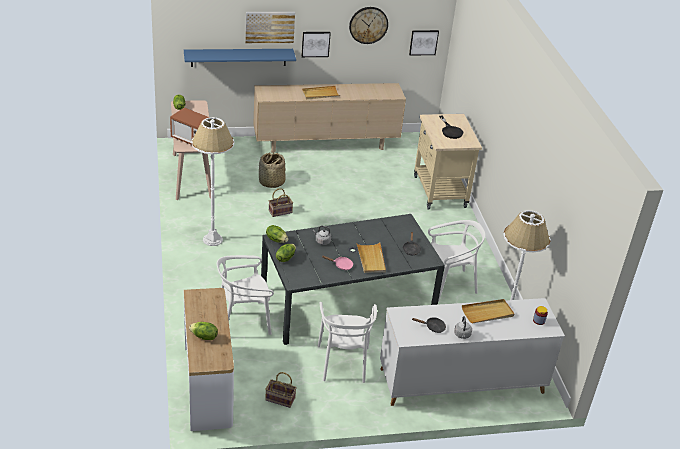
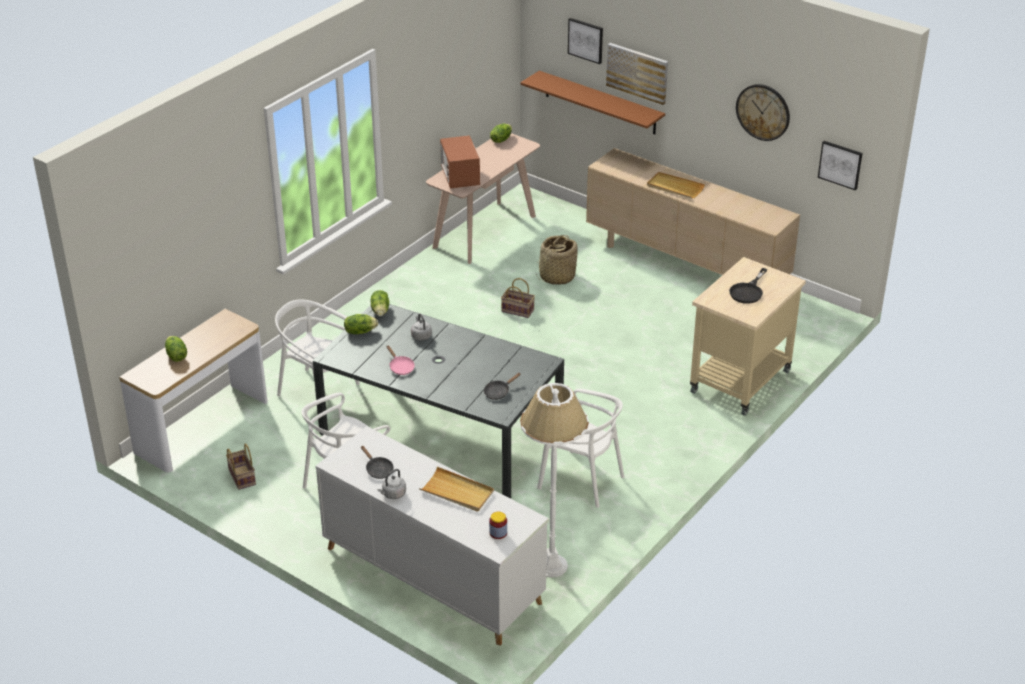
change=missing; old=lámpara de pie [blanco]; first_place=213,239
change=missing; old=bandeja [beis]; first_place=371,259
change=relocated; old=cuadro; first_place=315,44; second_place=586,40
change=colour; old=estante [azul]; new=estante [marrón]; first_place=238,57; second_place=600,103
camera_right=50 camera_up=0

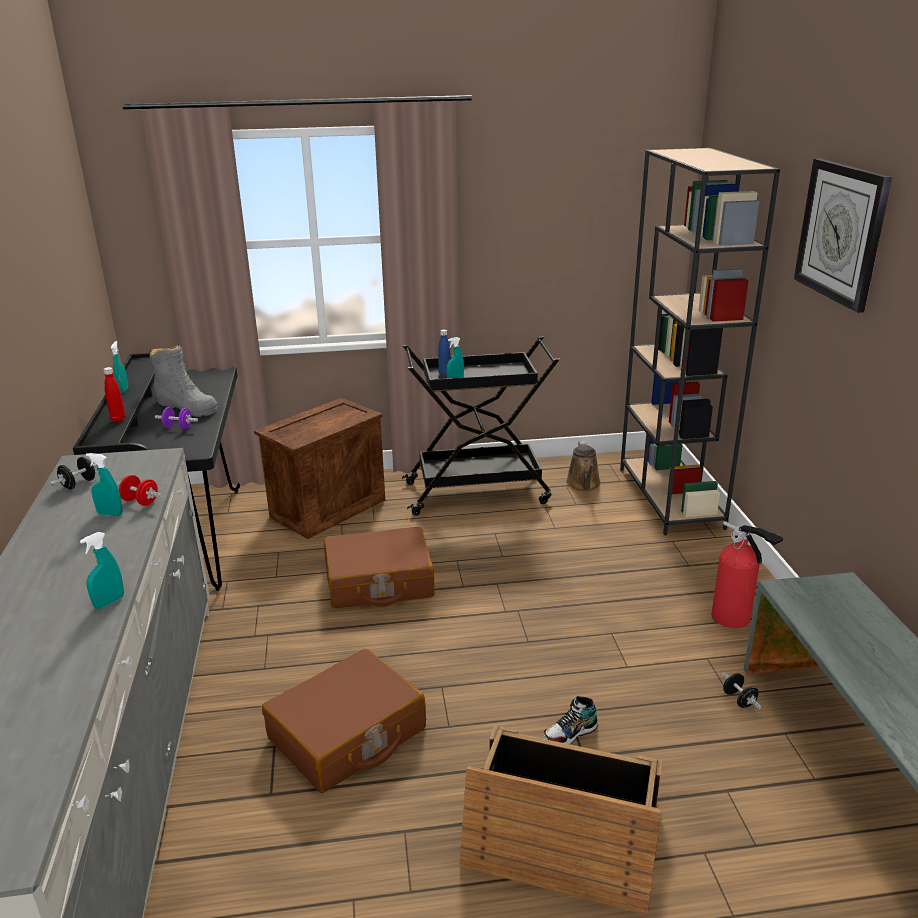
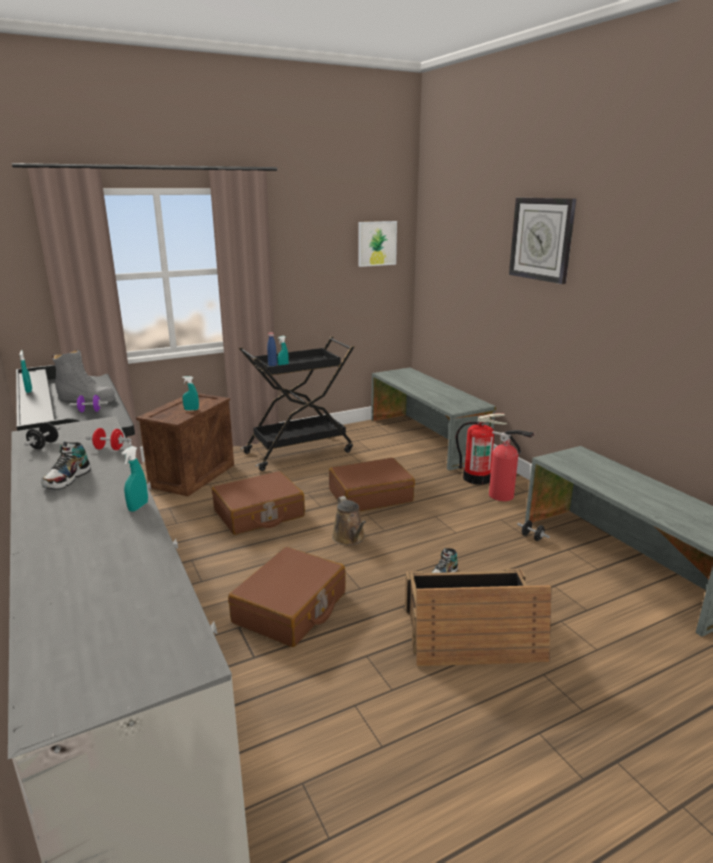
change=missing; old=botella [rojo]; first_place=118,419
change=appeared; new=zapato; second_place=67,479
change=appeared; new=maleta [marrón]; second_place=370,495
change=appeared; new=cuadro; second_place=377,243
change=appeared; new=extintor; second_place=477,478
change=relocated; old=pulverizador [turquesa]; first_place=110,514; second_place=191,409
change=relocated; old=regadera [marrón]; first_place=584,484; second_place=350,538
change=exchanged; old=estantería; new=banco [gris]; first_place=671,498; second_place=428,438
camera_right=-20 camera_up=-5

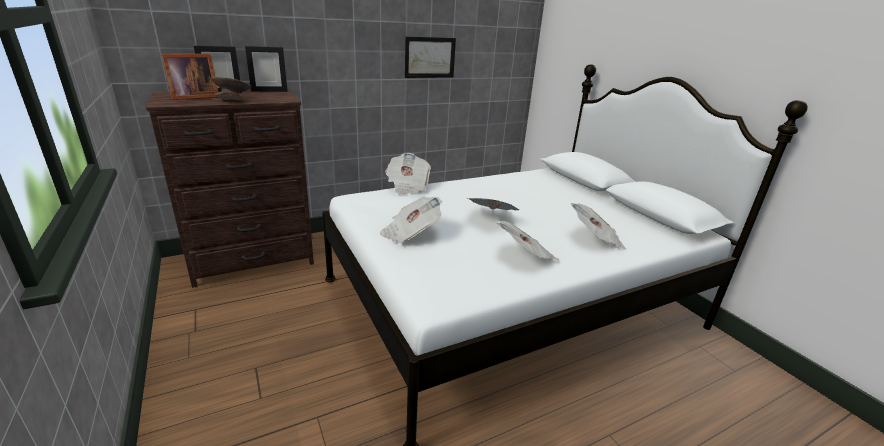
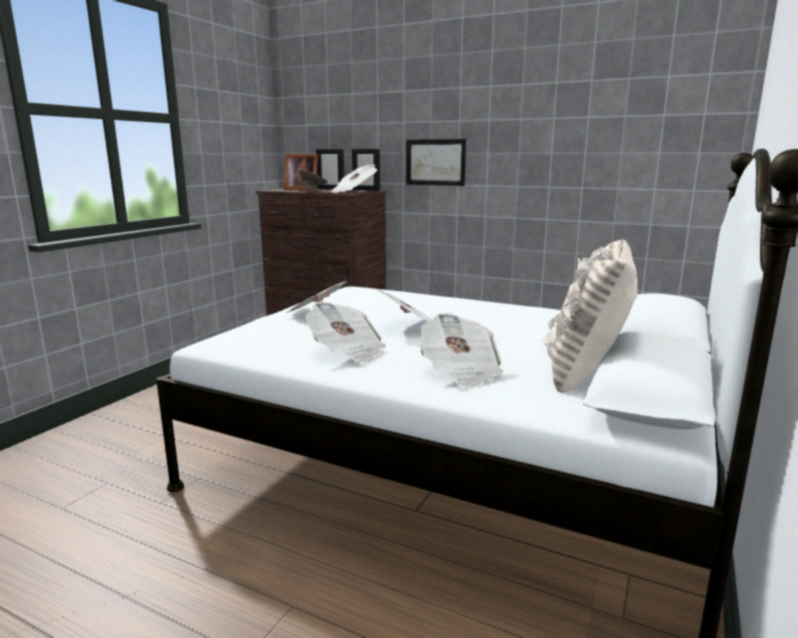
change=appeared; new=cojín [beis]; second_place=583,370
change=relocated; old=periódico; first_place=407,185; second_place=353,191
change=relocated; old=cuadro; first_place=430,57; second_place=435,162
camera_right=55 camera_up=-10

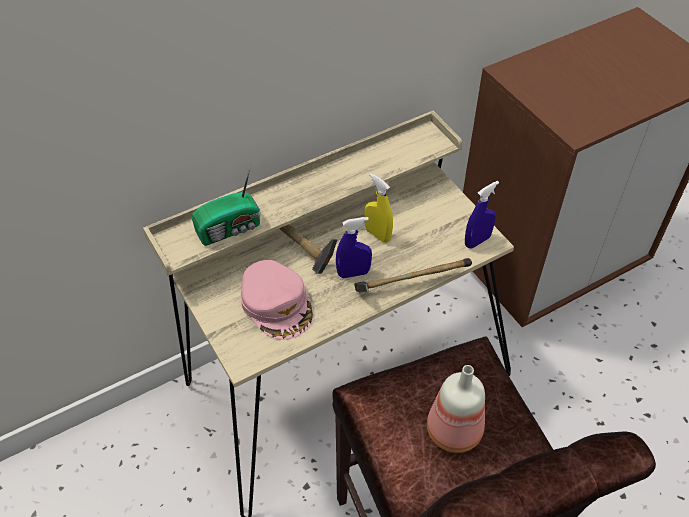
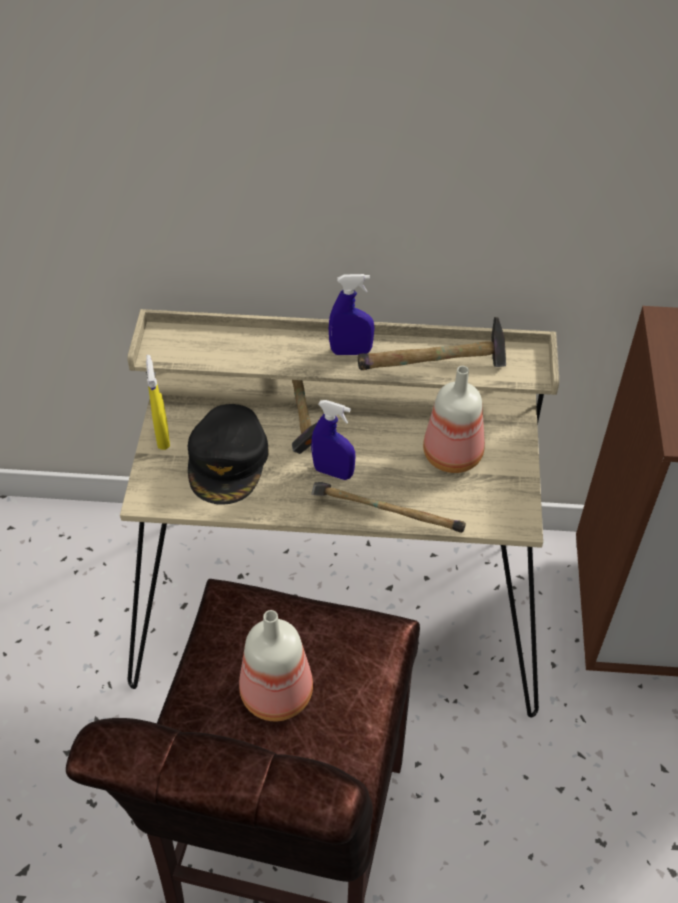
change=missing; old=radio; first_place=230,229
change=appeared; new=martillo; second_place=435,366
change=appeared; new=botella; second_place=453,453
change=relocated; old=pulverizador [amarillo]; first_place=377,234; second_place=163,436
change=relocated; old=pulverizador [azul]; first_place=477,241; second_place=351,351
change=colour; old=gorra [rosa]; new=gorra [negro]; first_place=277,304; second_place=228,461
camera_right=35 camera_up=0

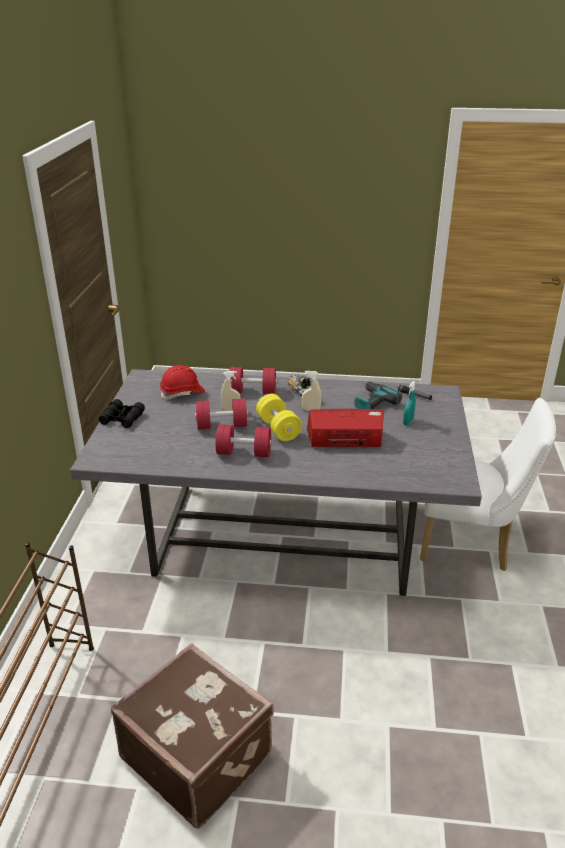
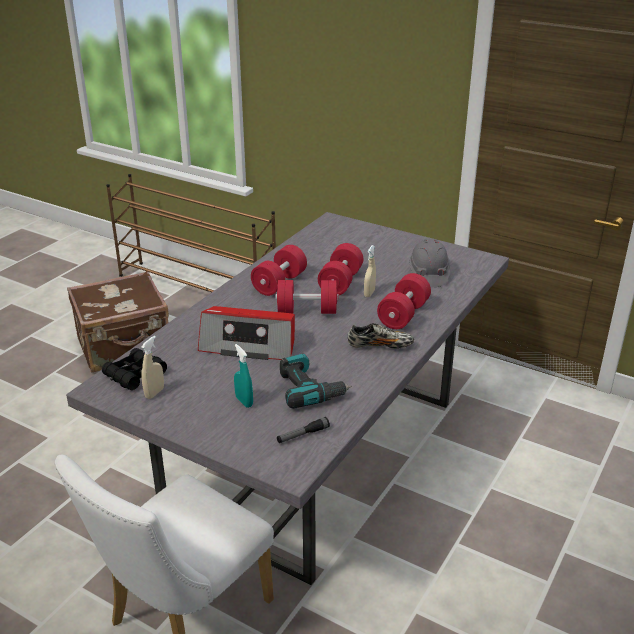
change=relocated; old=prismáticos [negro]; first_place=122,418; second_place=135,375
change=relocated; old=pulverizador [beis]; first_place=311,410; second_place=154,393
change=colour; old=casco [rojo]; new=casco [gris]; first_place=182,393; second_place=428,274
change=colour; old=mancuerna [amarillo]; new=mancuerna [rojo]; first_place=278,429; second_place=307,311
change=spun; old=radio; first_place=345,439; second_place=249,344; degrees=75
camera_right=115 camera_up=0

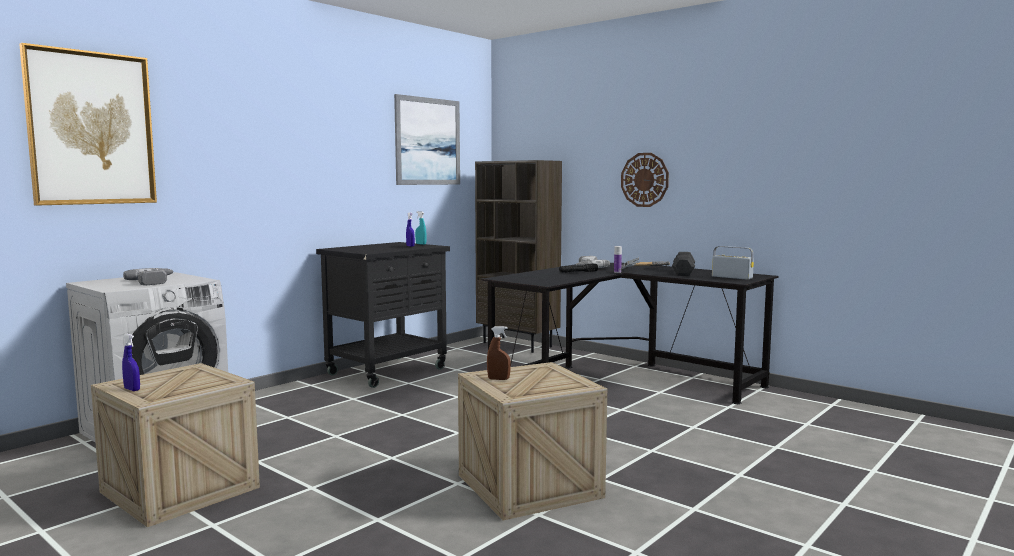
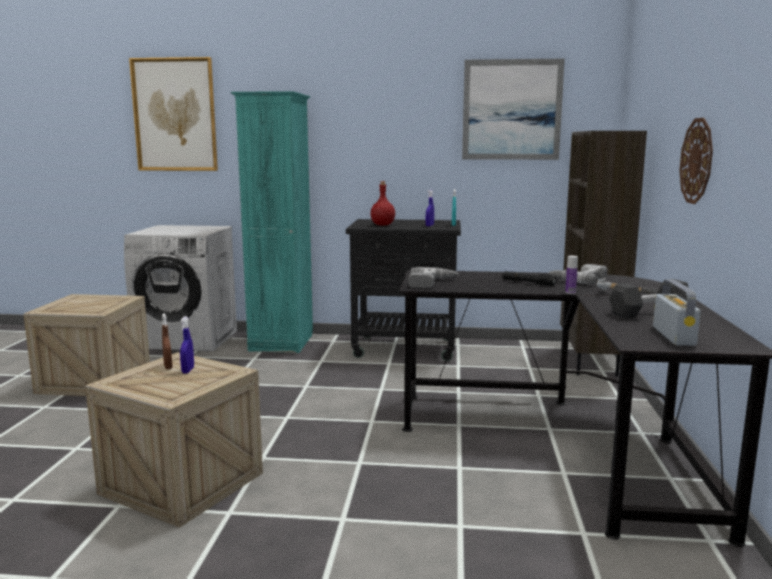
change=appeared; new=armario [turquesa]; second_place=282,342
change=appeared; new=botella [rojo]; second_place=383,225
change=relocated; old=pulverizador [azul]; first_place=132,389; second_place=188,370
change=relocated; old=taladro; first_place=155,281; second_place=432,283
camera_right=55 camera_up=5

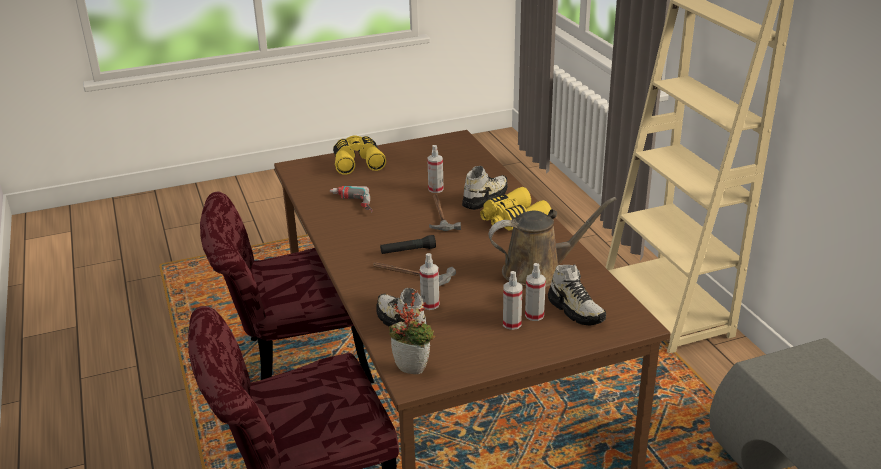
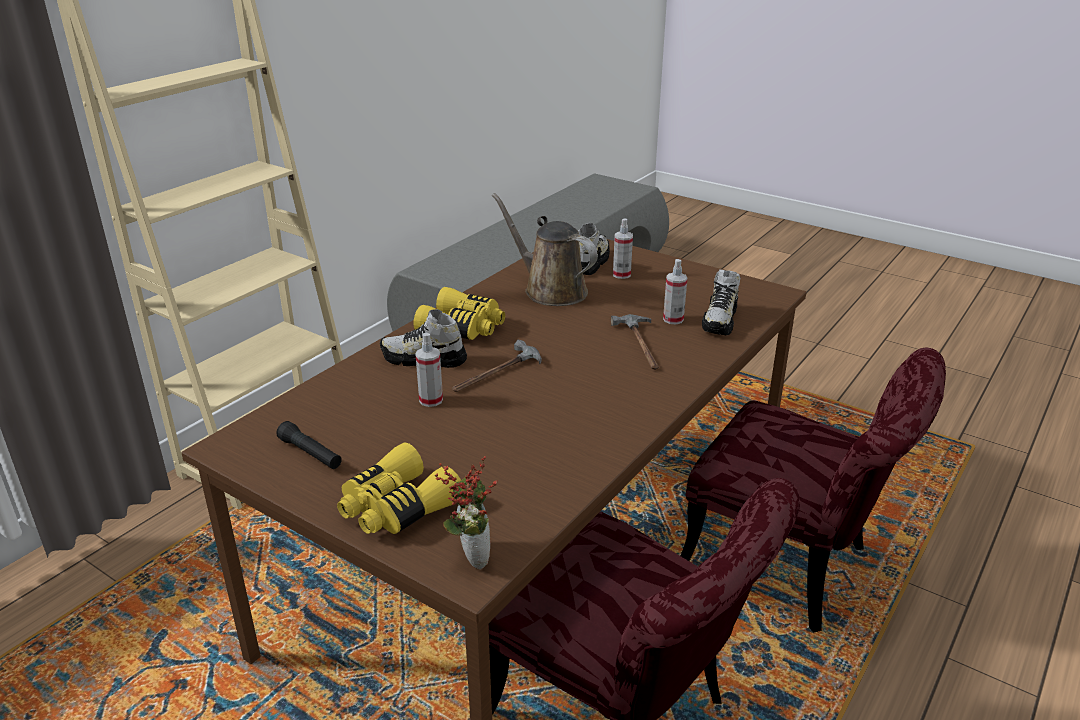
change=missing; old=taladro; first_place=351,204
change=missing; old=pulverizador; first_place=512,324
change=relocated; old=linterna [negro]; first_place=408,251; second_place=310,454
change=relocated; old=planta en maceta; first_place=414,367; second_place=470,555
camera_right=-125 camera_up=0

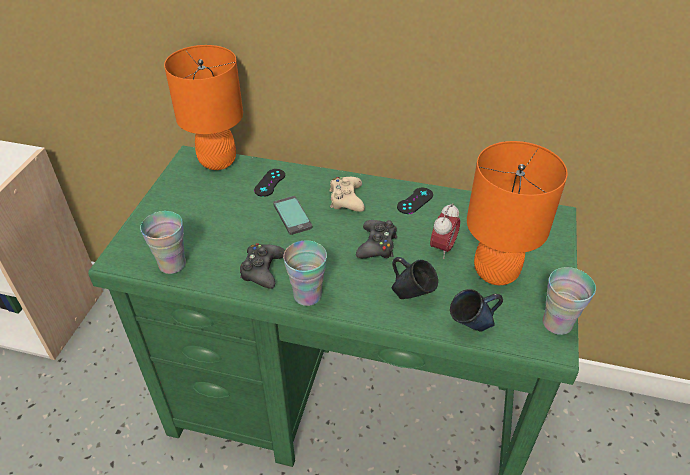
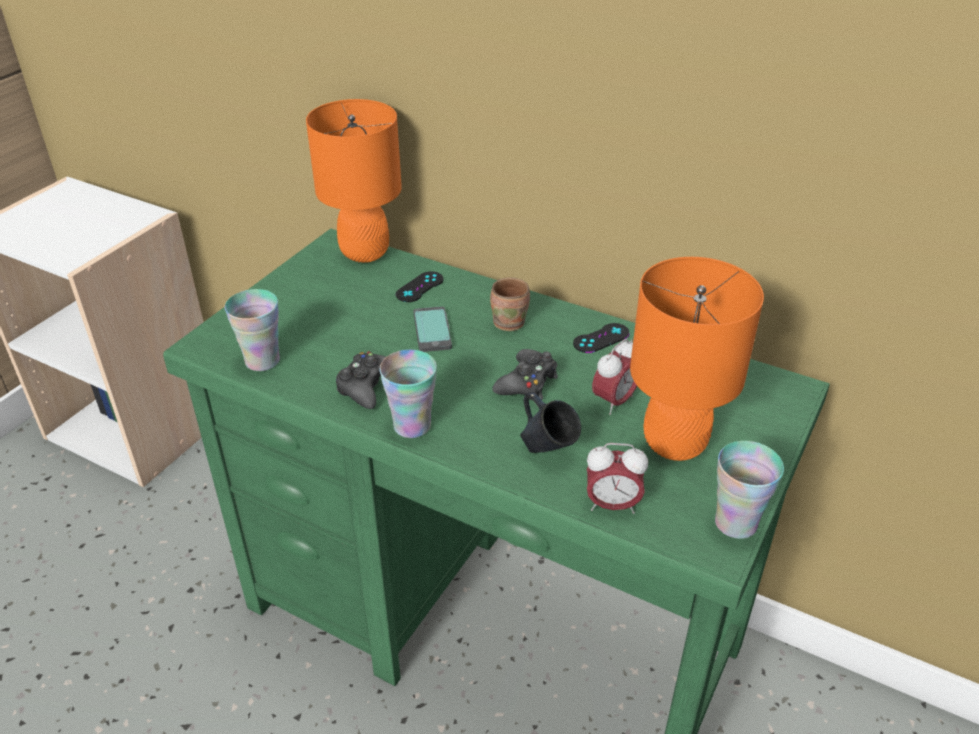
change=exchanged; old=mando de consola [beis]; new=taza grande [marrón]; first_place=346,199; second_place=510,322
change=exchanged; old=taza grande [azul]; new=despertador; first_place=471,327; second_place=612,505
camera_right=15 camera_up=-5

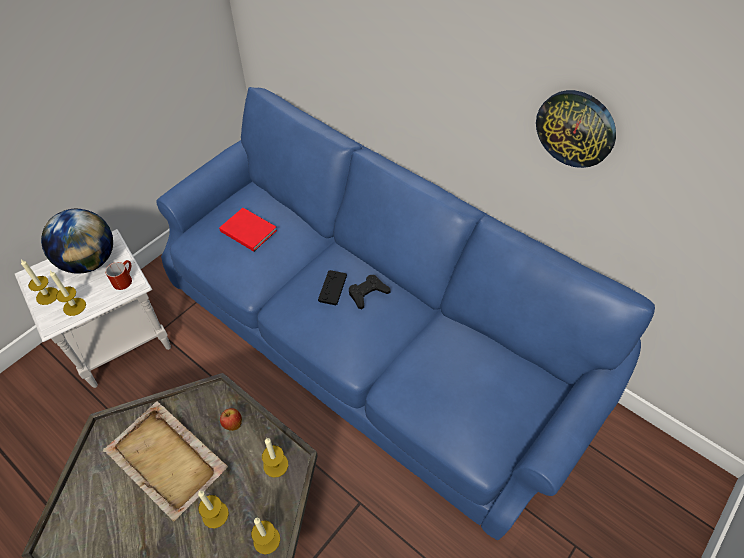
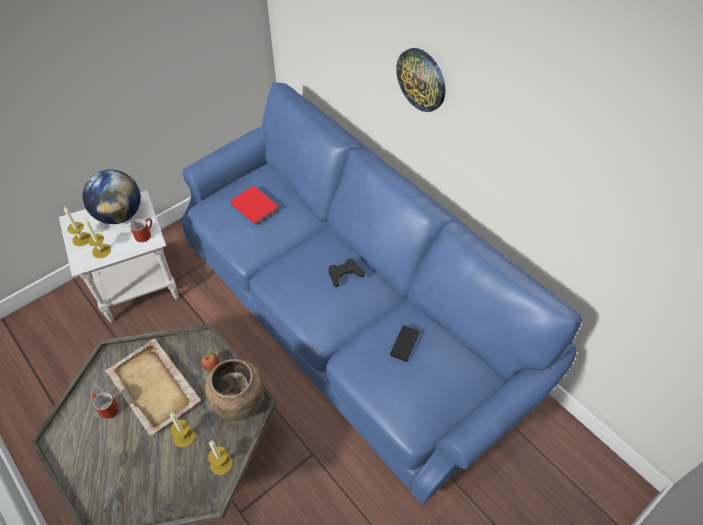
change=appeared; new=taza grande [rojo]; second_place=106,408
change=relocated; old=mando de consola [negro]; first_place=332,288; second_place=404,343
change=relocated; old=reloj de pared; first_place=576,128; second_place=422,79
change=exchanged; old=vela; new=florero [marrón]; first_place=275,465; second_place=240,405
camera_right=10 camera_up=0

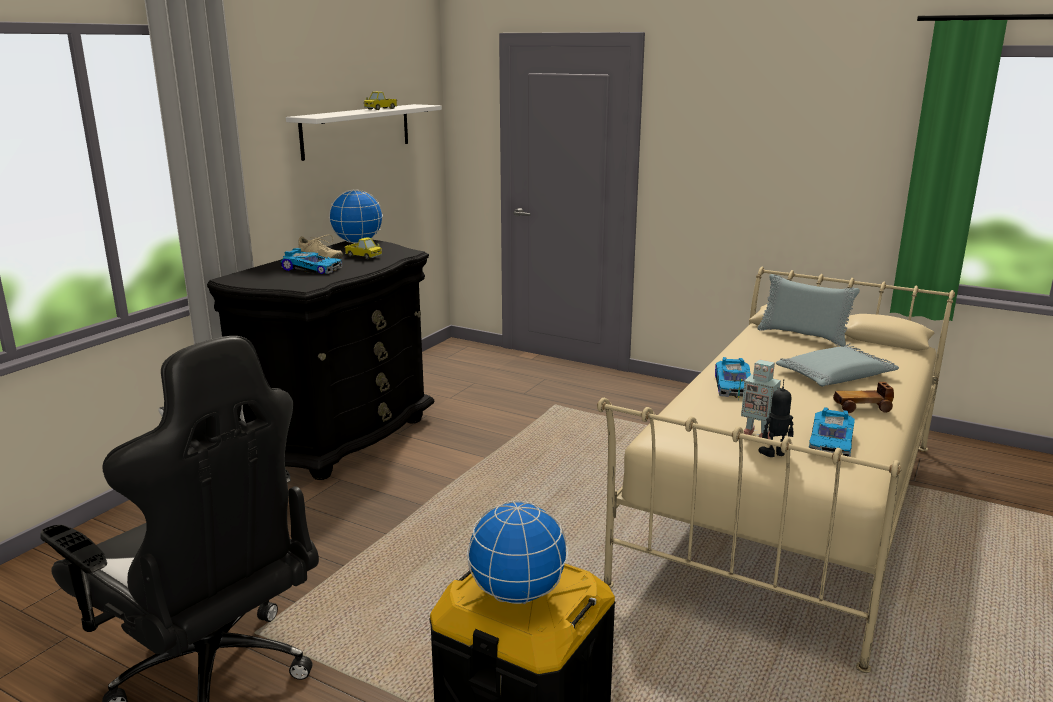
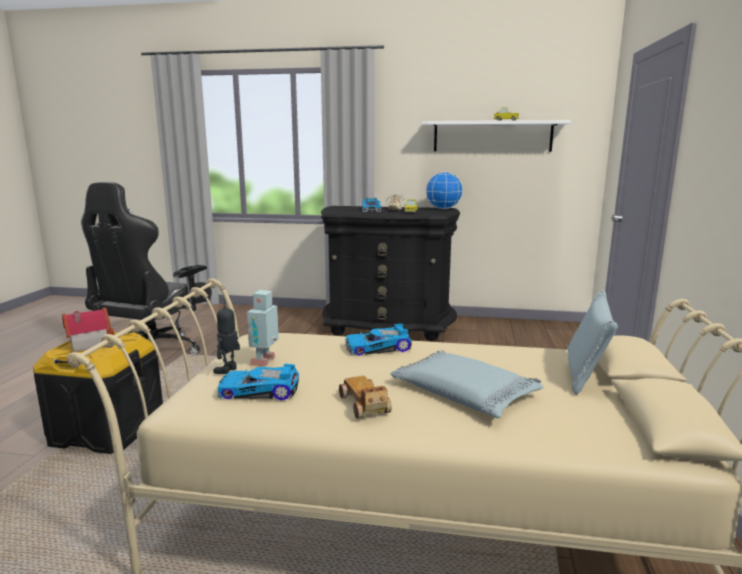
change=exchanged; old=globo terráqueo; new=casita; first_place=517,594; second_place=87,343
change=spun; old=robot de juguete; first_place=774,454; second_place=228,370; degrees=-120
camera_right=70 camera_up=-5

